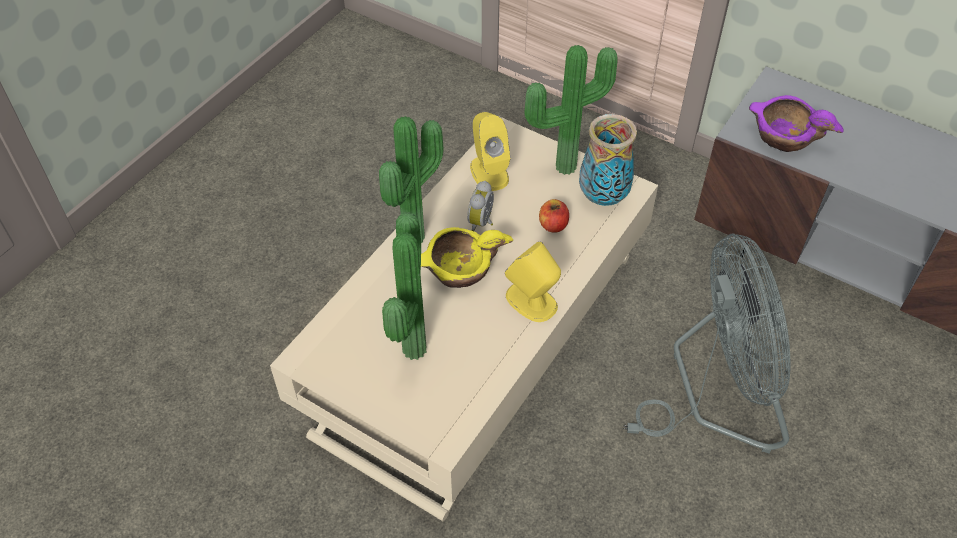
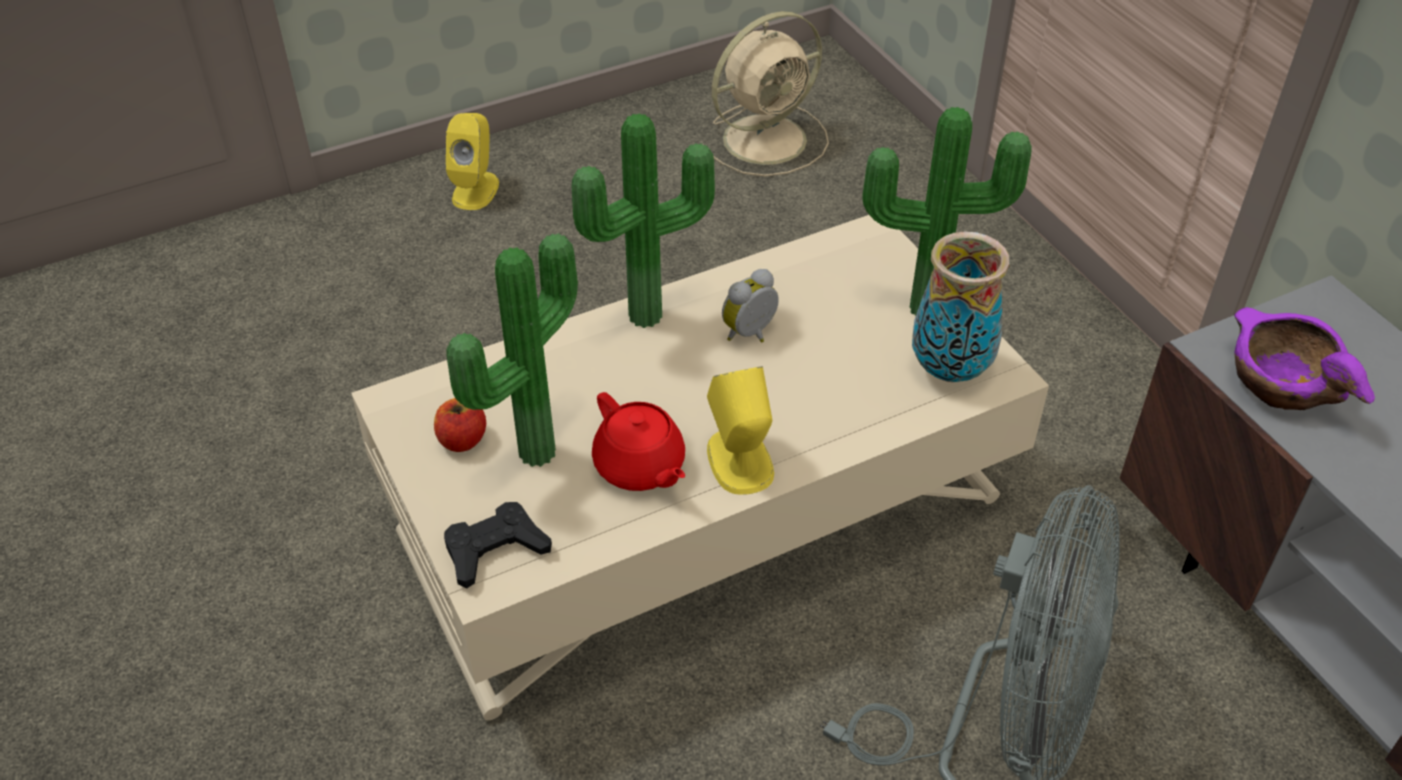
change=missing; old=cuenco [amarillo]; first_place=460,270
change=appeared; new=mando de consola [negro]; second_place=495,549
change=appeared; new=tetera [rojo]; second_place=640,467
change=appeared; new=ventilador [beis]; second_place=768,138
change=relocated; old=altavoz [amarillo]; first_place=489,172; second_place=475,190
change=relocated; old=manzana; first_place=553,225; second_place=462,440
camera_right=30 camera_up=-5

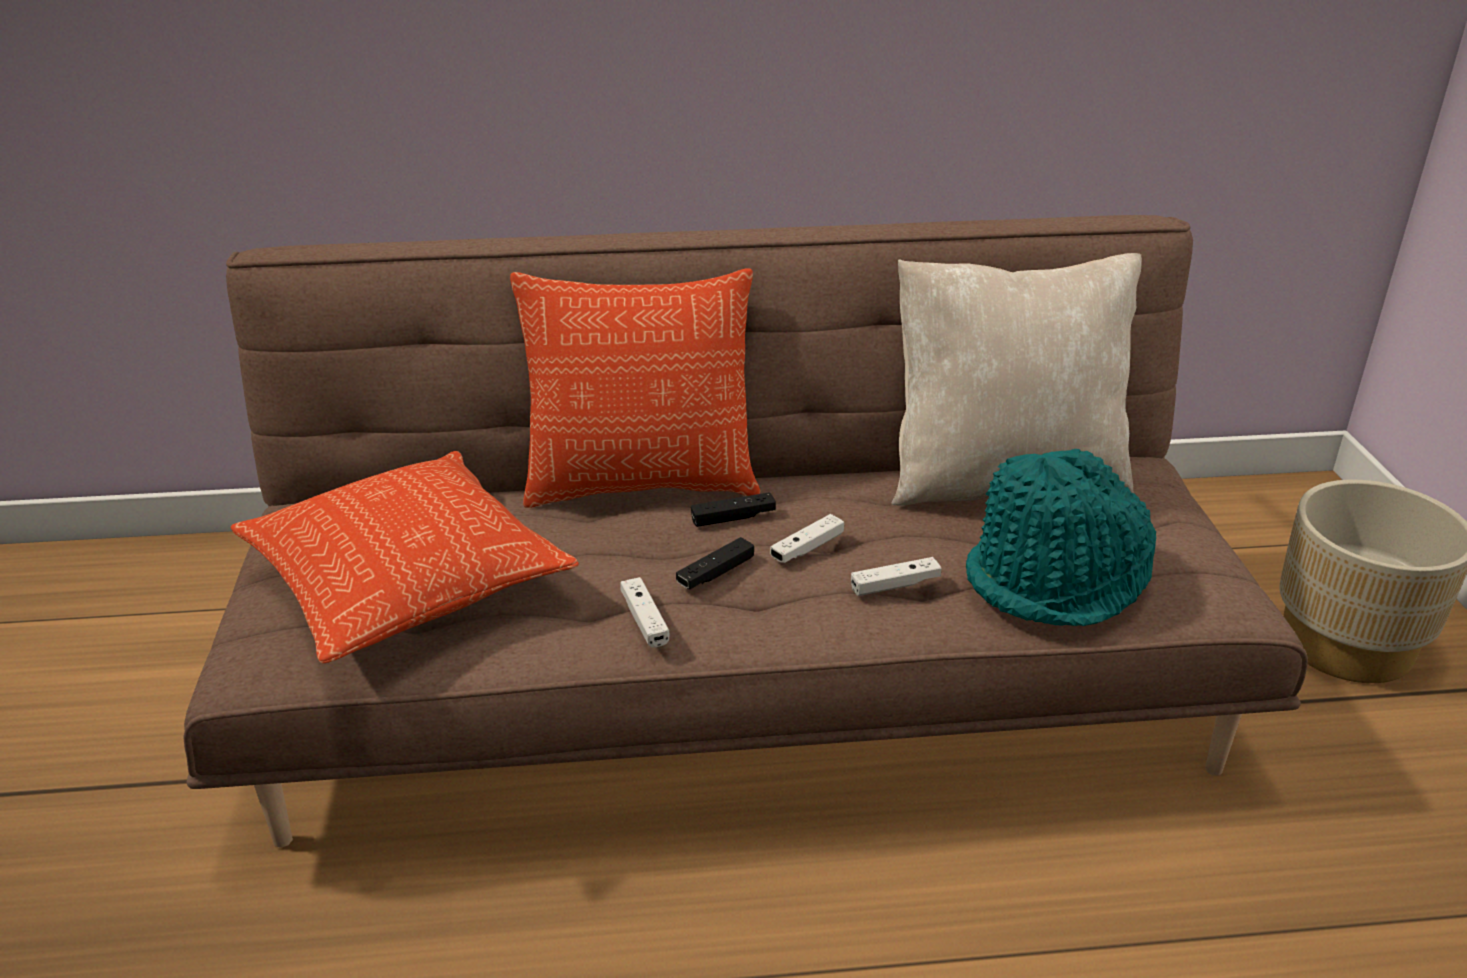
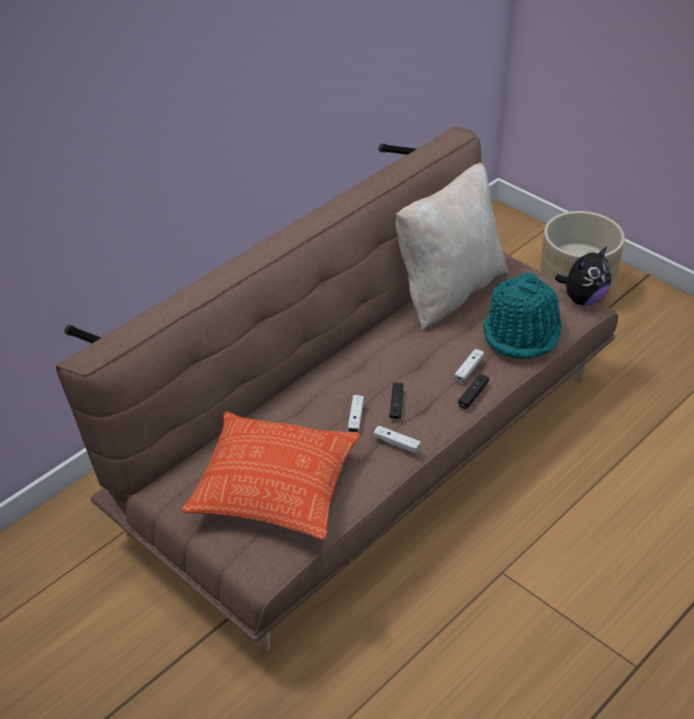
change=missing; old=cojín [naranja]; first_place=642,485
change=appeared; new=peluche; second_place=582,299
change=relocated; old=mando de consola [negro]; first_place=733,518; second_place=473,395
change=relocated; old=mando de consola [blanco]; first_place=807,548; second_place=355,418
camera_right=-40 camera_up=10

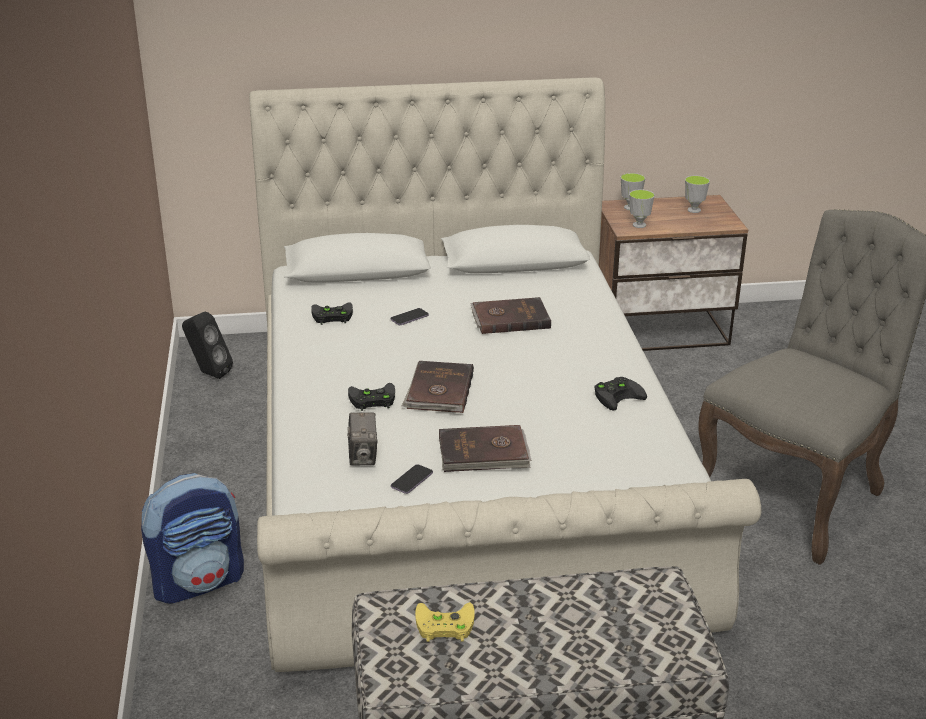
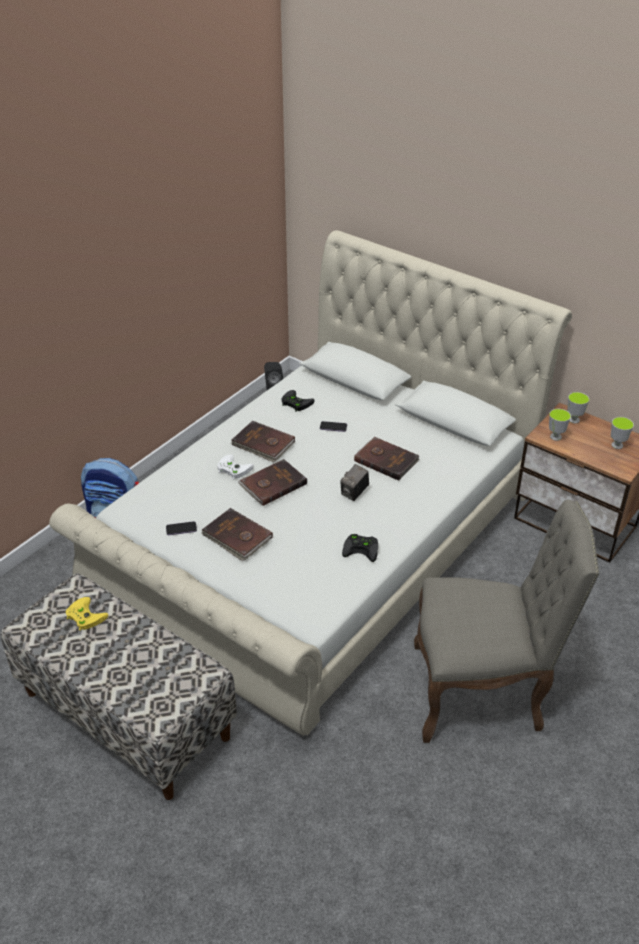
change=appeared; new=libro [marrón]; second_place=263,444
change=relocated; old=cámara; first_place=363,457; second_place=354,493
change=colour; old=mando de consola [negro]; new=mando de consola [blanco]; first_place=371,400; second_place=232,469
camera_right=45 camera_up=10

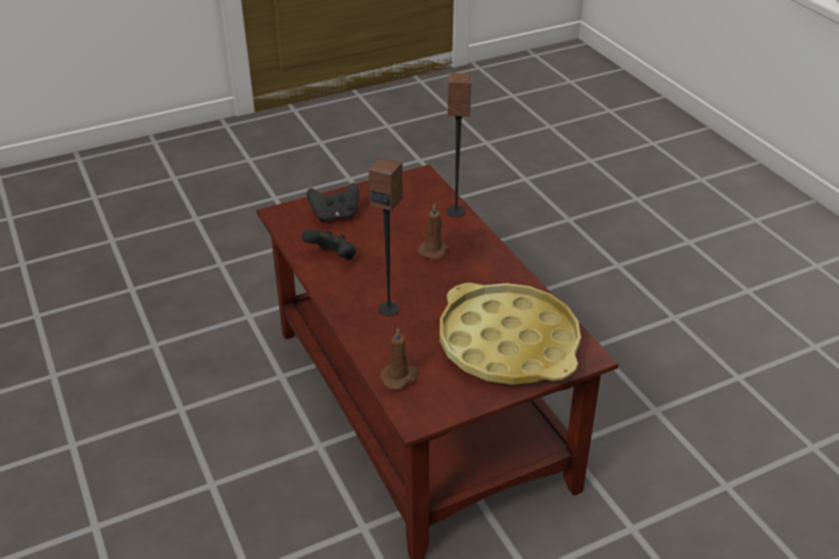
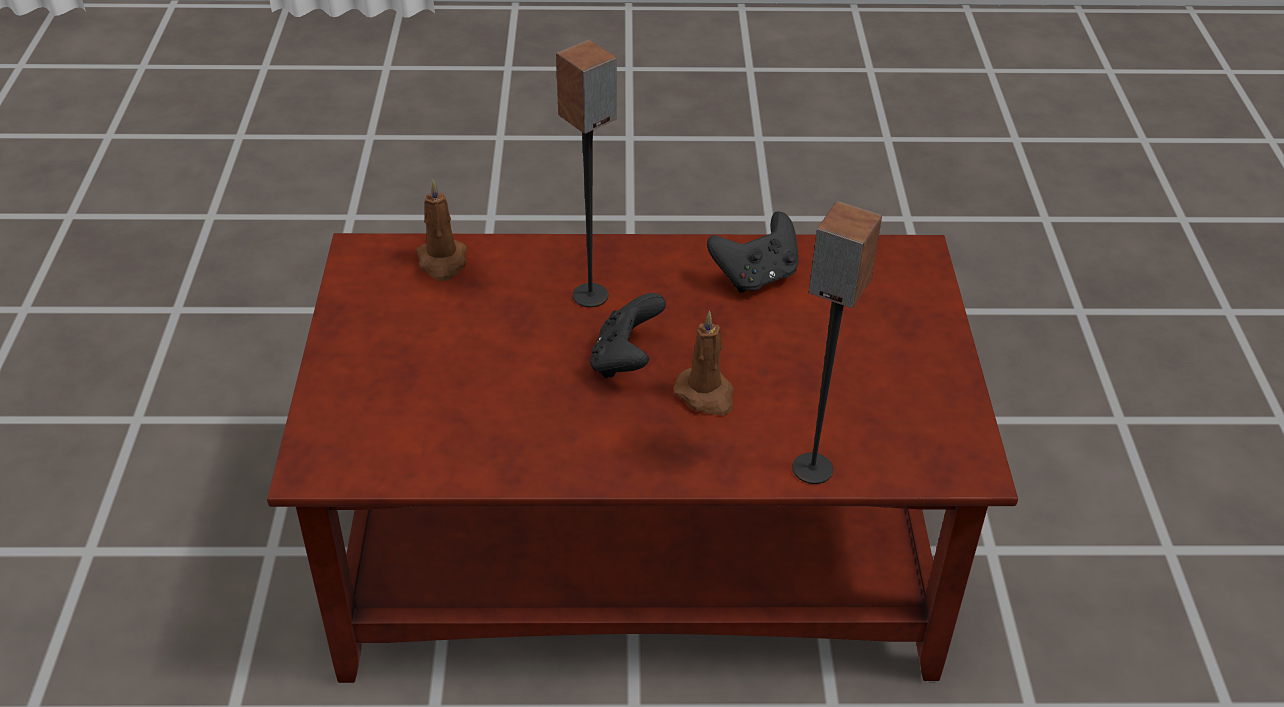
change=missing; old=bandeja [amarillo]; first_place=508,343
change=relocated; old=mando de consola [negro]; first_place=335,215; second_place=626,360
camera_right=115 camera_up=5

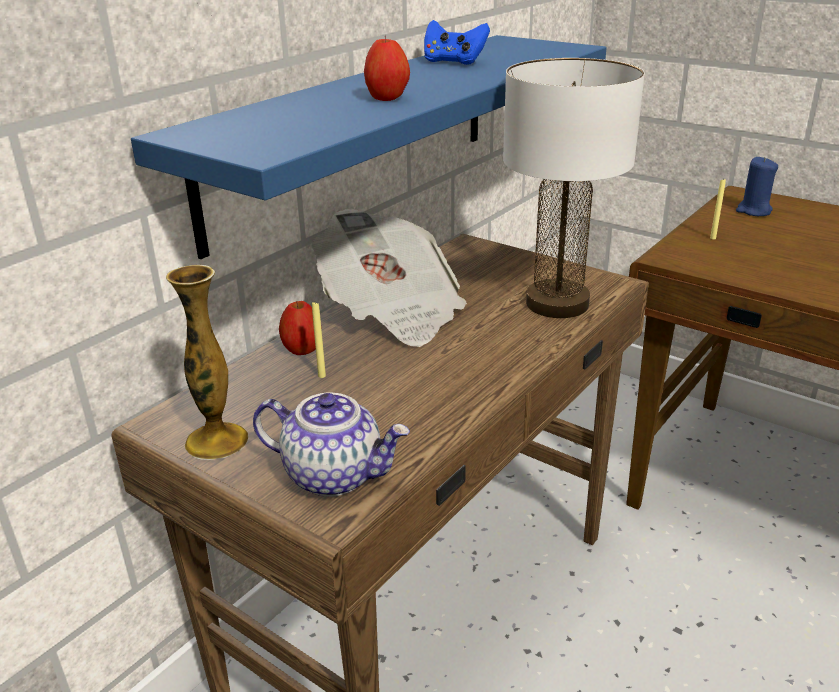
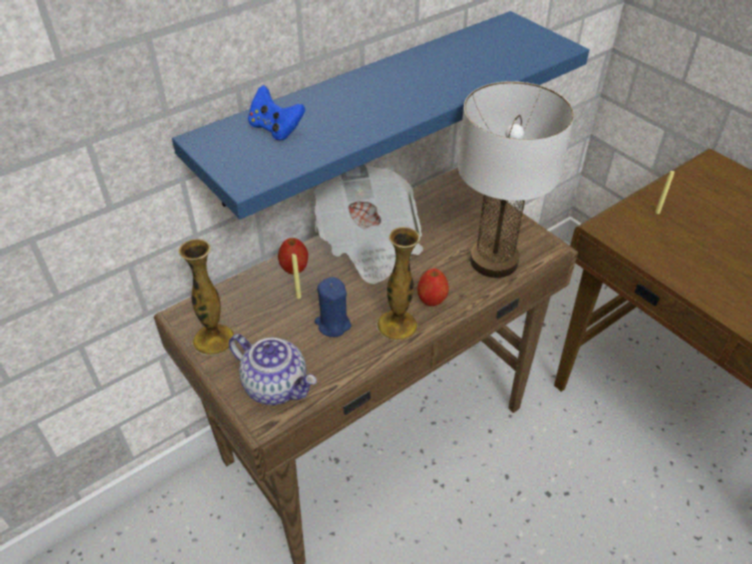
change=appeared; new=florero; second_place=397,325
change=relocated; old=manzana; first_place=387,98; second_place=432,300
change=relocated; old=mando de consola [azul]; first_place=453,62; second_place=275,129
change=relocated; old=vela [azul]; first_place=753,211; second_place=333,324
camera_right=15 camera_up=15

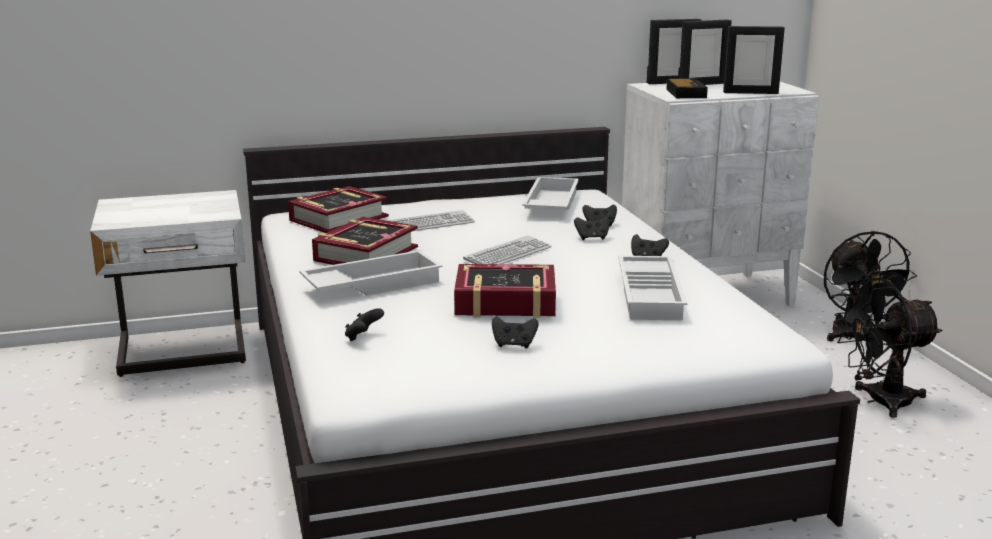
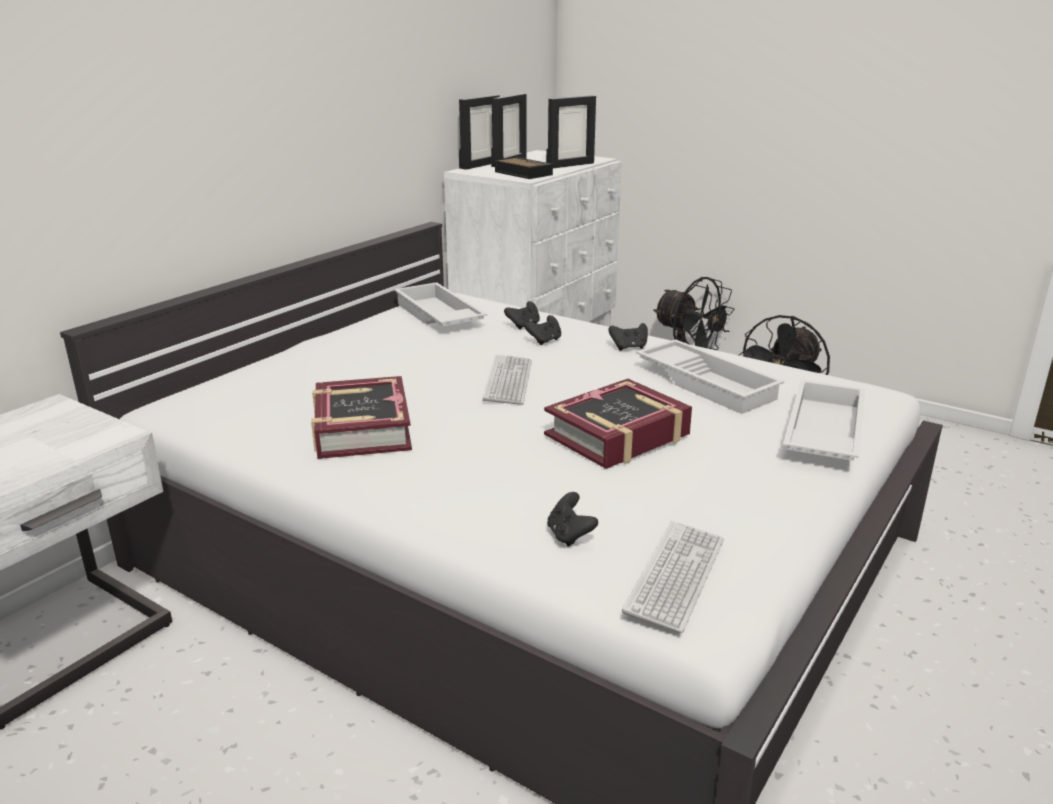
change=missing; old=libro; first_place=338,218
change=missing; old=mando de consola [negro]; first_place=514,345
change=relocated; old=bandeja [blanco]; first_place=372,284; second_place=821,433
change=relocated; old=teclado; first_place=429,224; second_place=675,576
camera_right=-40 camera_up=5

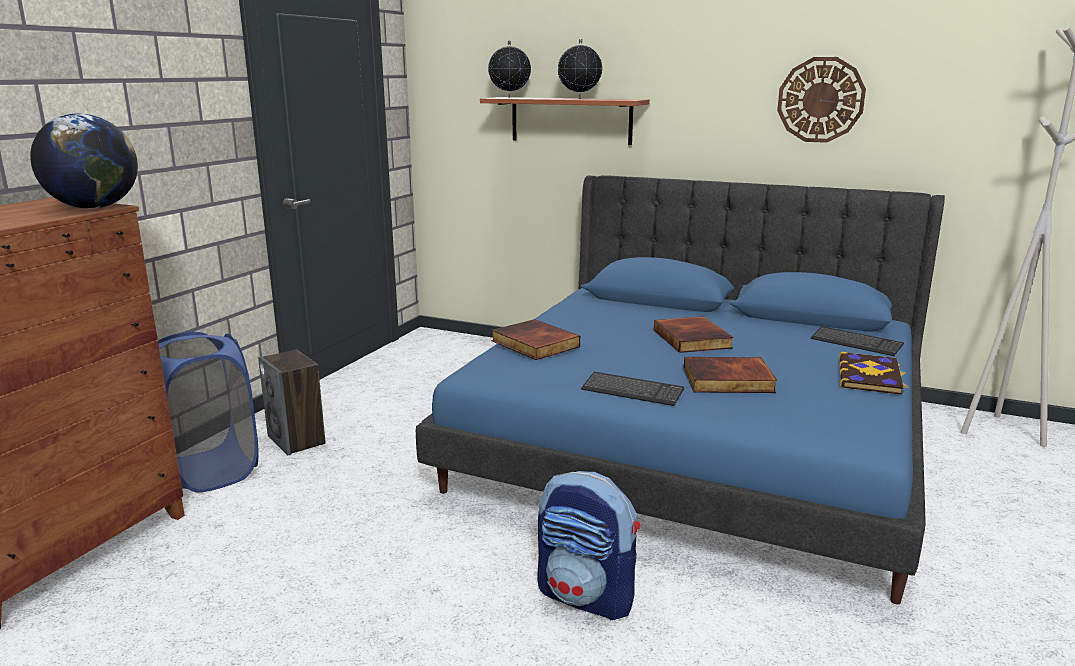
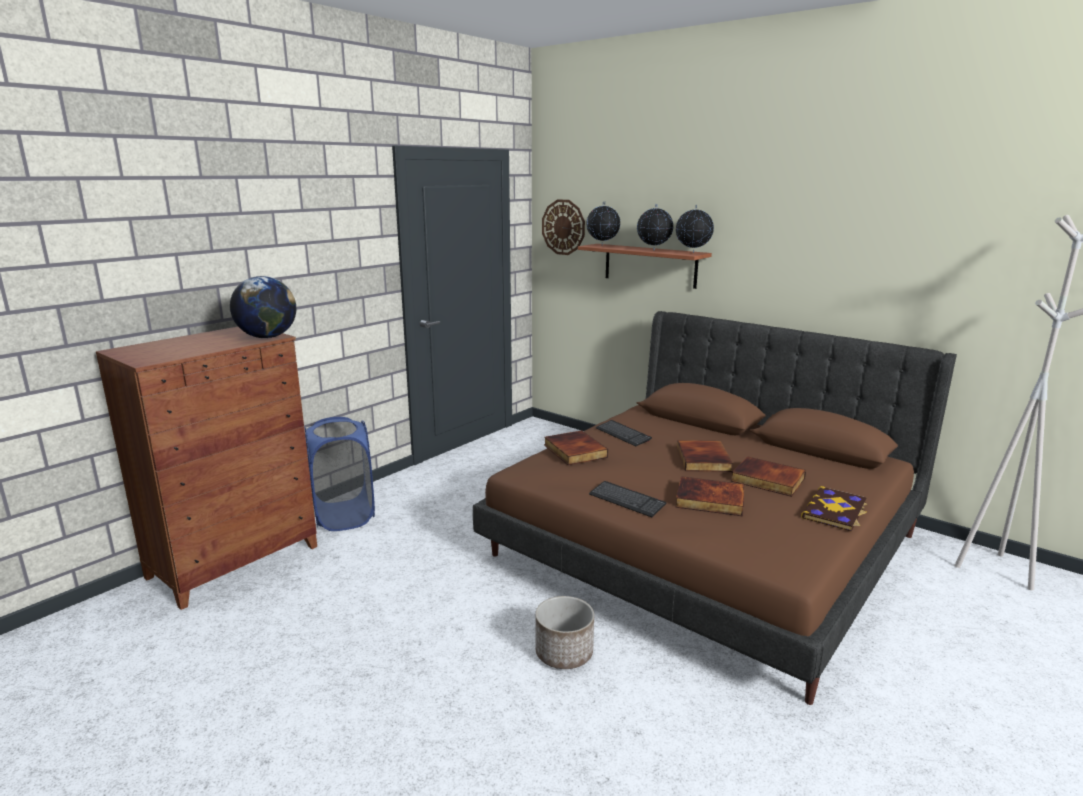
change=missing; old=altavoz; first_place=297,440
change=appeared; new=globo terráqueo; second_place=692,253
change=appeared; new=libro; second_place=767,480
change=relocated; old=reloj de pared; first_place=820,100; second_place=563,227
change=relocated; old=teclado; first_place=856,343; second_place=623,434
change=exchanged; old=mochila; new=maceta; first_place=587,596; second_place=564,653
change=colour; old=cama [azul]; new=cama [marrón]; first_place=696,447; second_place=706,546
camera_right=15 camera_up=0

